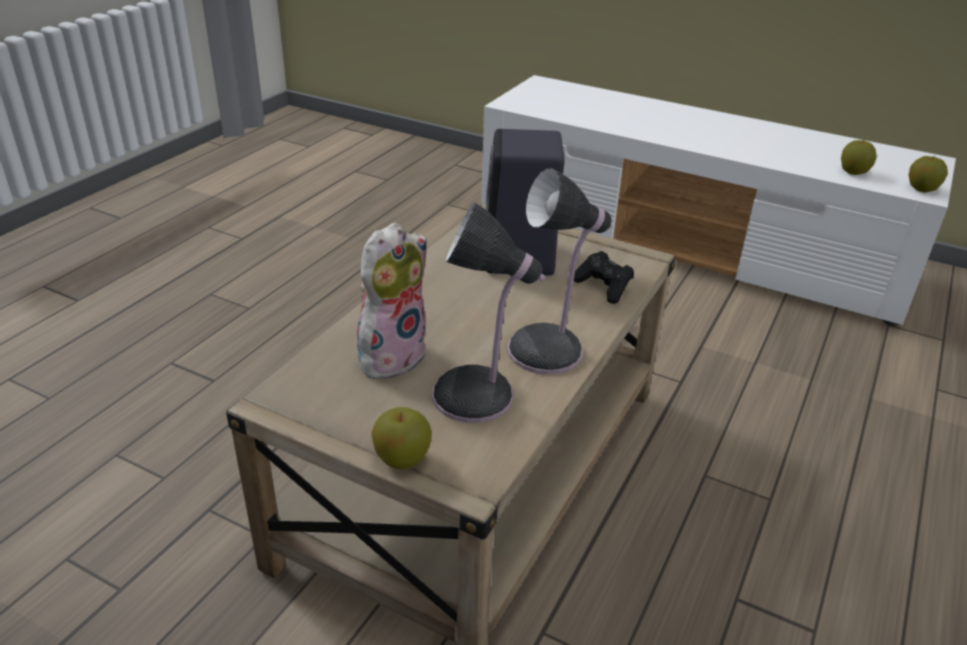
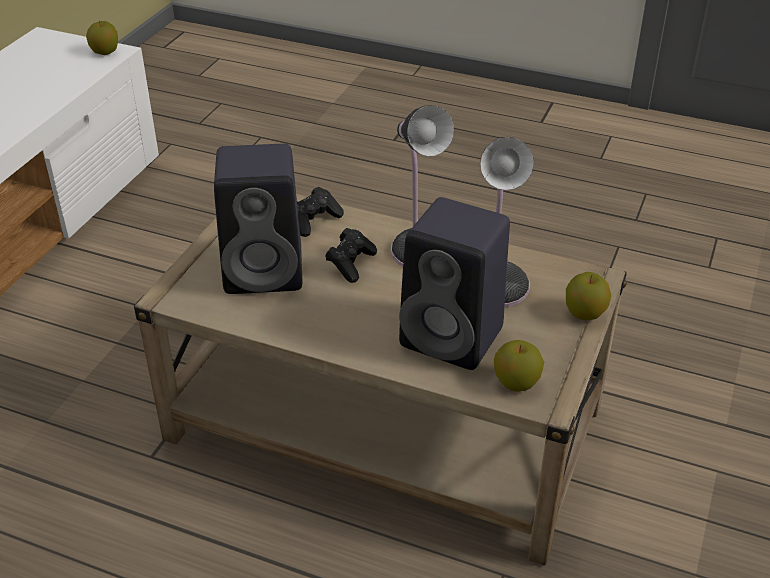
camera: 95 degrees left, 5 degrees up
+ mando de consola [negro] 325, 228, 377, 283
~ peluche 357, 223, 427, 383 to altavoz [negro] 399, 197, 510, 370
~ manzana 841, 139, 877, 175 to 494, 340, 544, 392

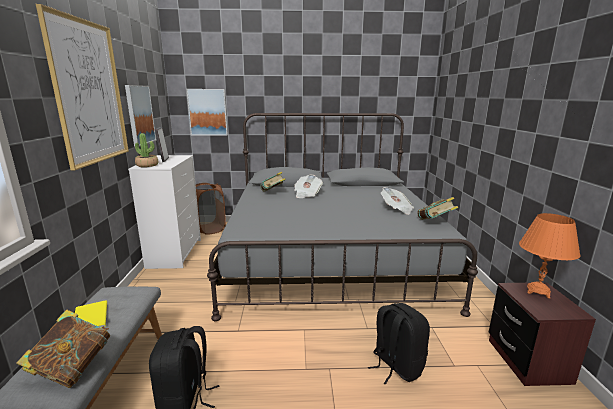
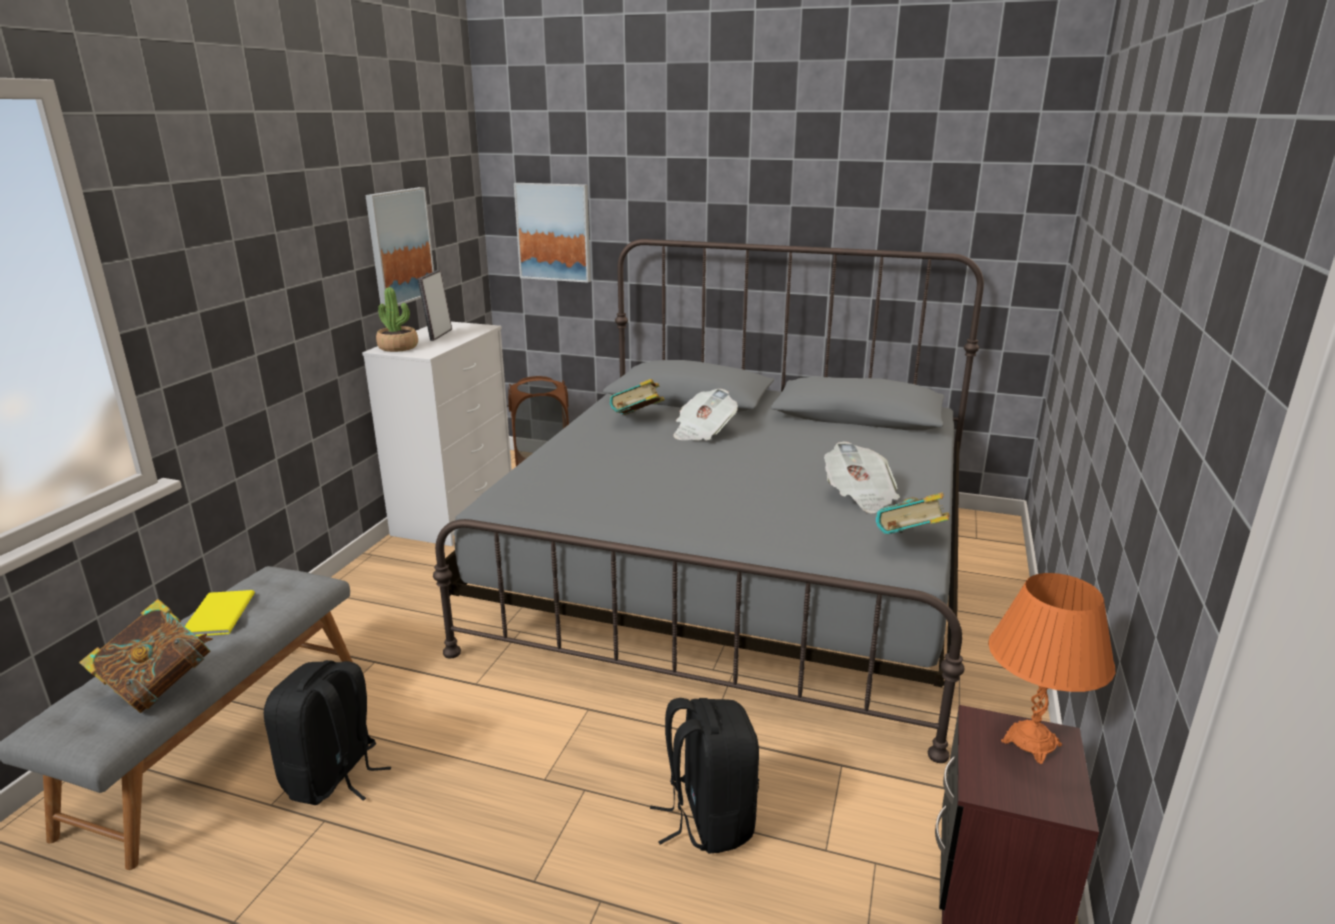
camera: 20 degrees right, 5 degrees up
- cuadro 36, 4, 129, 170

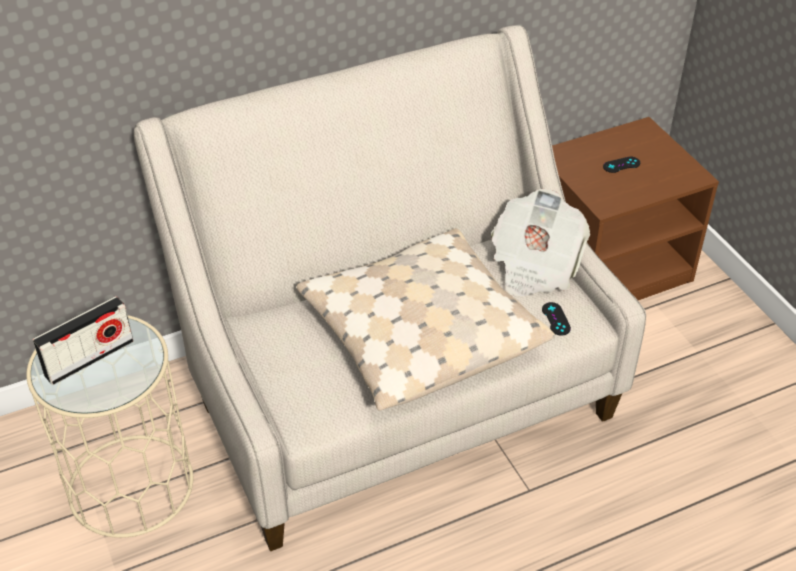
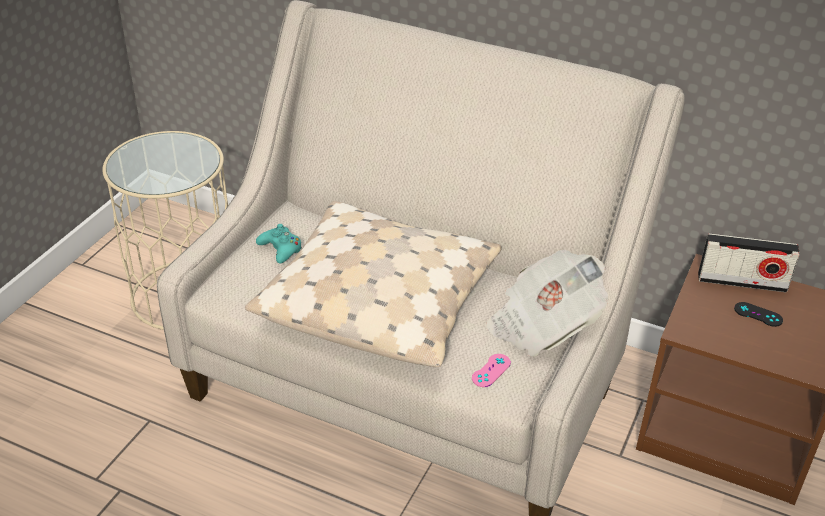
camera: 50 degrees right, 5 degrees down
+ mando de consola [turquesa] 256, 224, 302, 264
~ mando de consola [negro] 542, 302, 571, 336 to mando de consola [rosa] 472, 354, 511, 387
~ radio 33, 296, 134, 385 to 698, 233, 800, 293

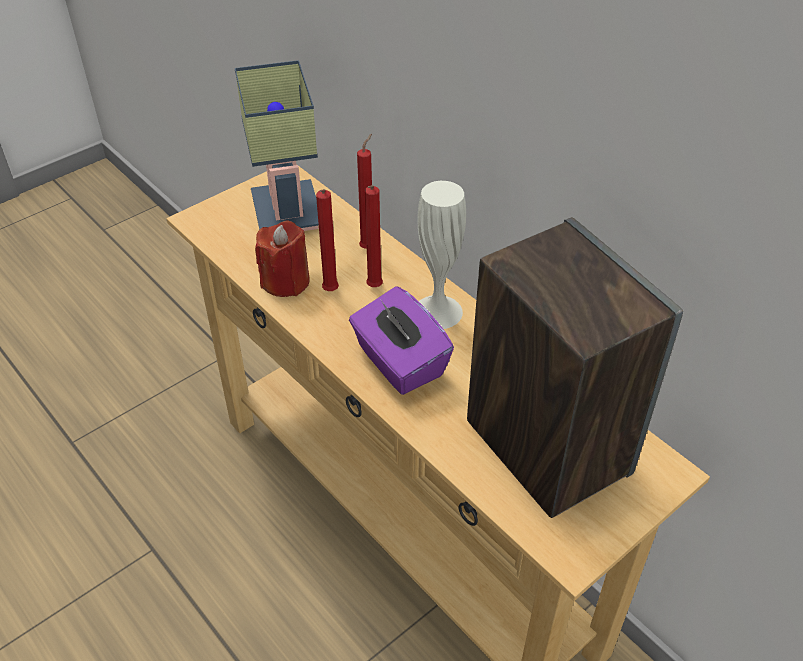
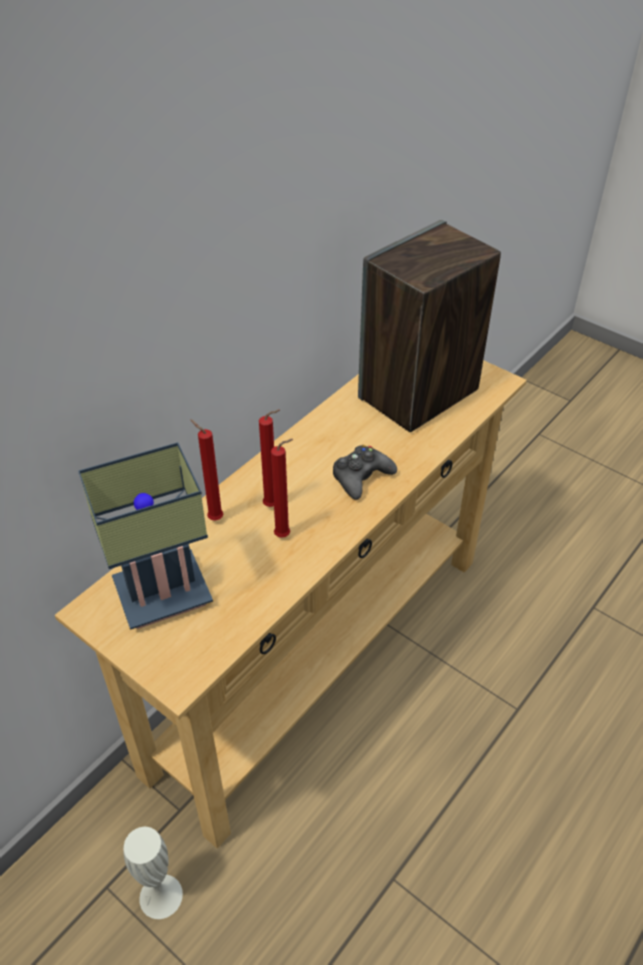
camera: 100 degrees left, 0 degrees up
~ florero [blanco] 417, 181, 466, 329 to 123, 827, 183, 919
~ caja de pañuelos [morado] 349, 286, 454, 395 to mando de consola [negro] 333, 445, 397, 500
- vela [rojo] 255, 220, 310, 297

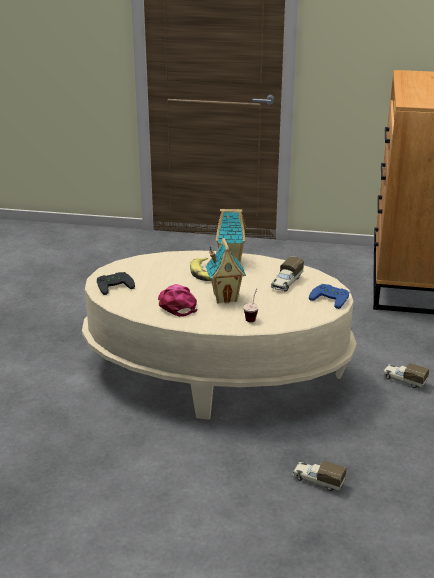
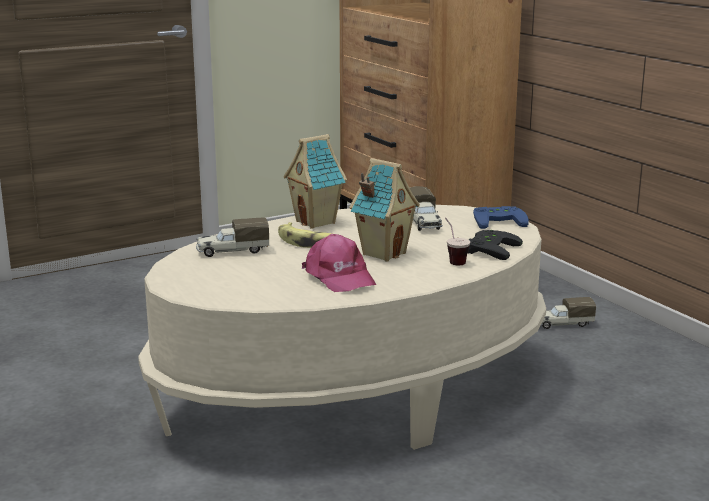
camera: 40 degrees left, 10 degrees down
~ camión de juguete 293, 461, 347, 491 to 196, 217, 269, 257
~ gorra [rosa] 158, 284, 198, 317 = 302, 234, 376, 292 150 degrees counterclockwise
~ mando de consola [negro] 97, 272, 135, 295 to 468, 230, 523, 260

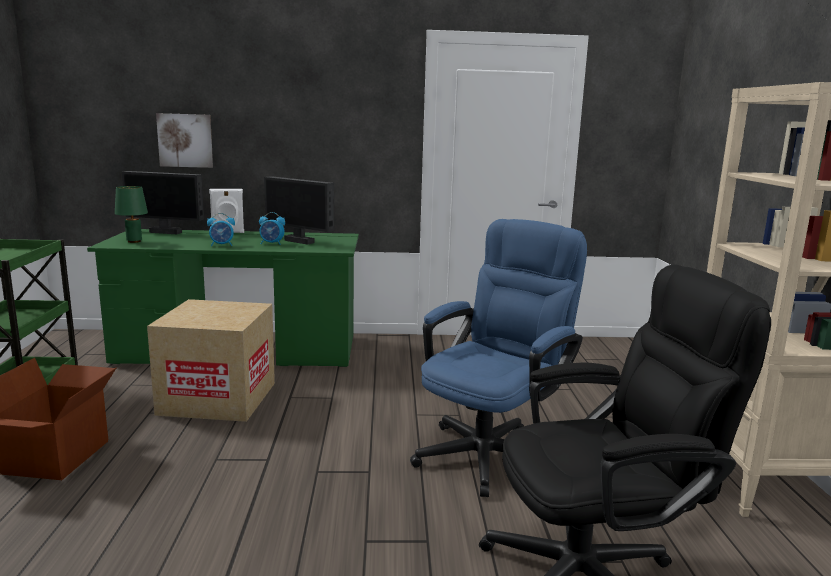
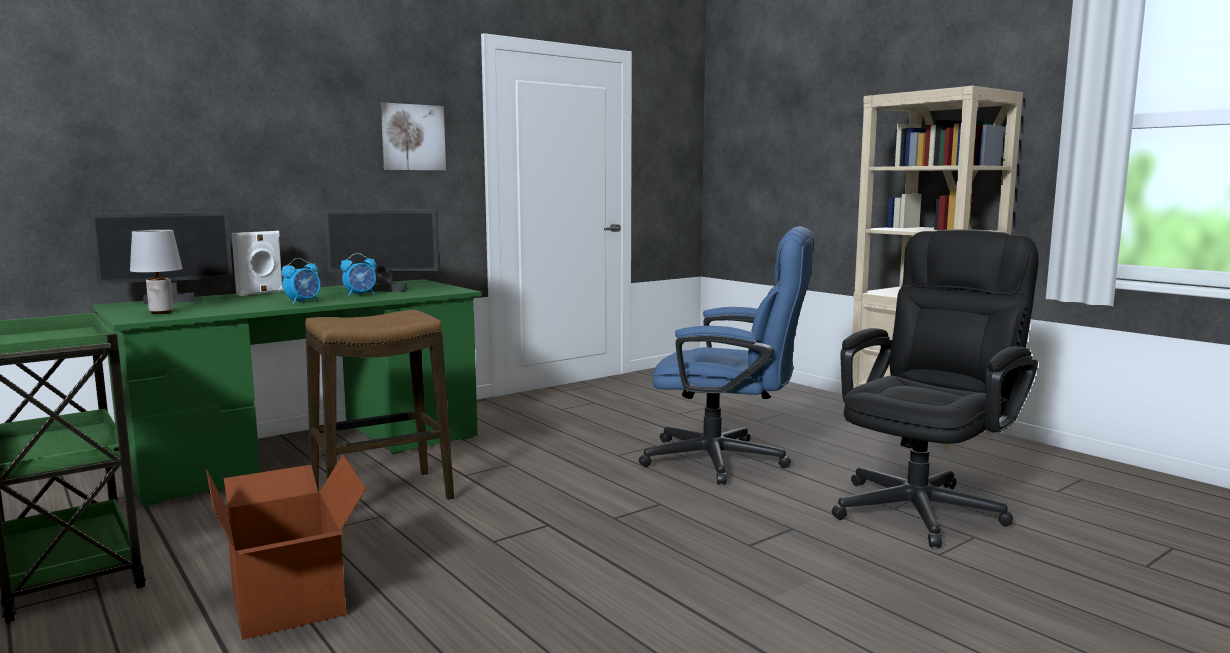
camera: 35 degrees left, 5 degrees down
~ lámpara de mesa [verde] 115, 186, 148, 243 to lámpara de mesa [gris] 130, 230, 182, 314
~ caja de cartón 147, 299, 275, 422 to taburete 305, 310, 454, 500
~ cuadro 156, 113, 213, 168 to 381, 102, 446, 170
~ silla de oficina [azul] 410, 219, 587, 497 = 639, 226, 814, 485 105 degrees clockwise

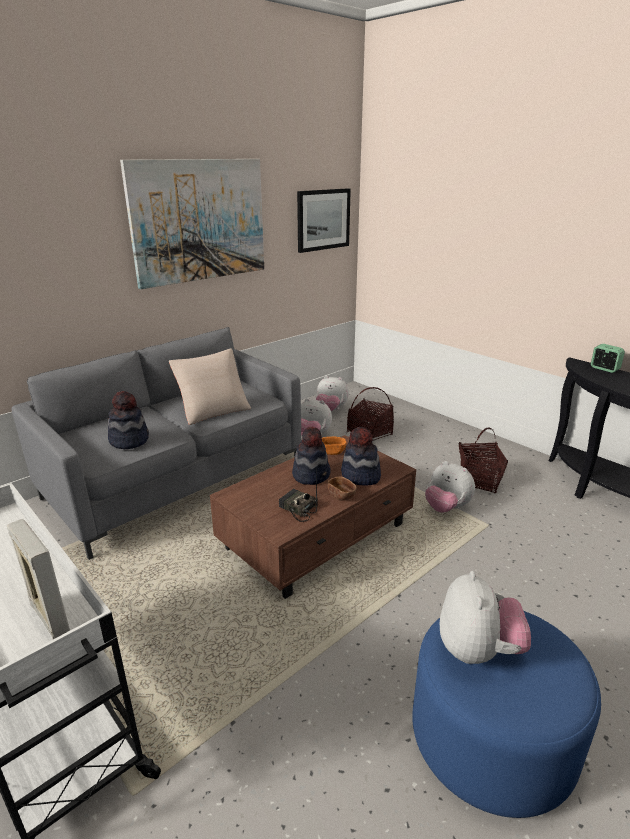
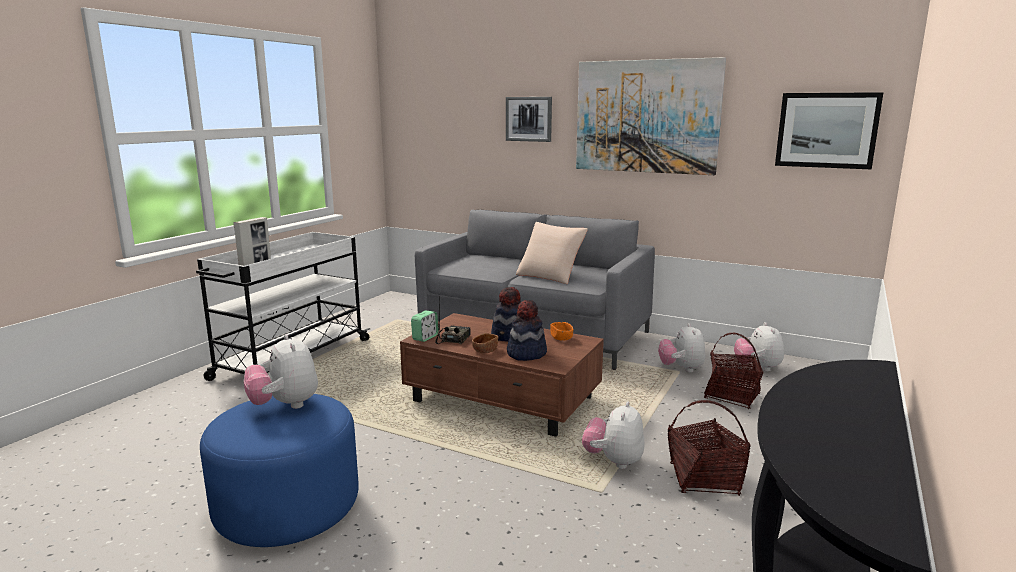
camera: 70 degrees right, 10 degrees down
~ peluche 440, 571, 531, 664 = 244, 334, 318, 409 75 degrees clockwise
~ despertador 591, 344, 625, 373 to 411, 310, 439, 342
+ cuadro 506, 97, 552, 142
- sombrero 108, 391, 149, 449

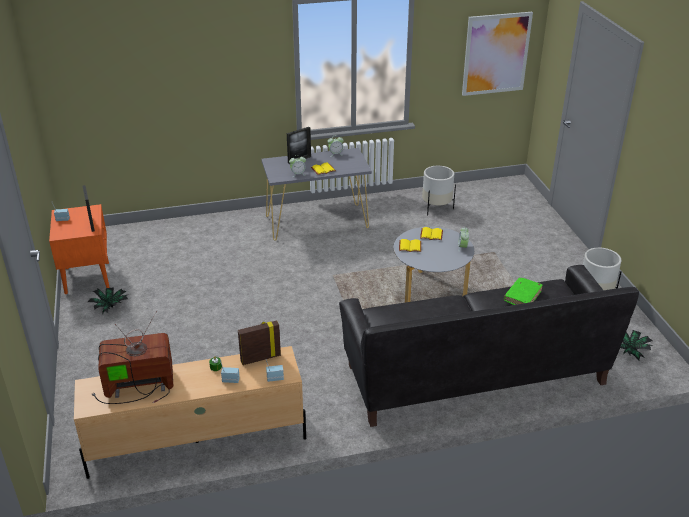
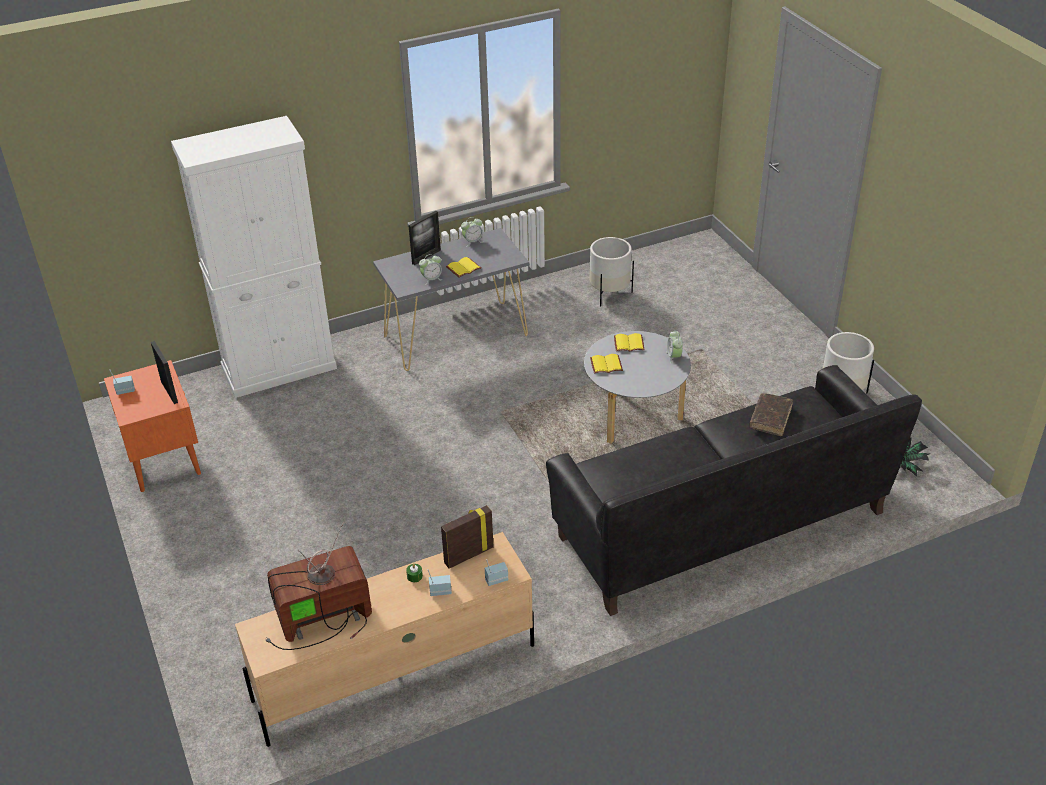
camera: 10 degrees left, 5 degrees up
+ armario [blanco] 171, 116, 337, 398
~ libro [verde] 504, 278, 543, 305 to libro [marrón] 749, 393, 793, 436
- planta en maceta 88, 288, 128, 315
- cuadro 462, 12, 533, 96

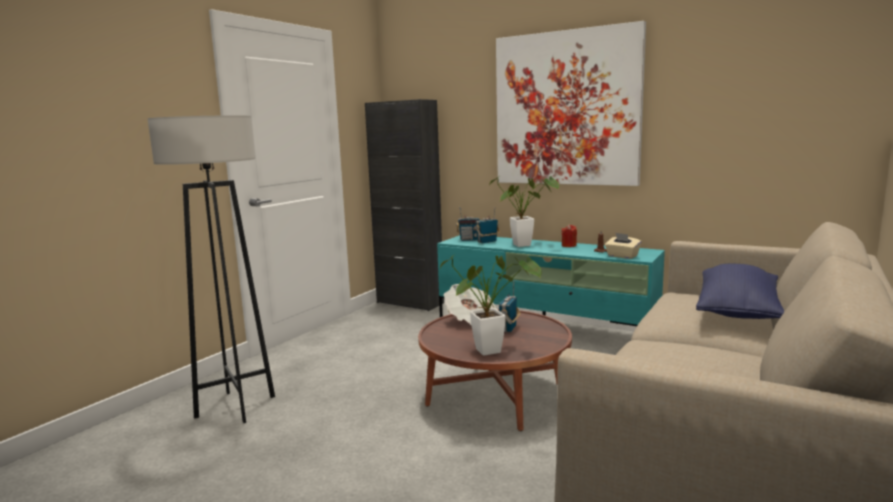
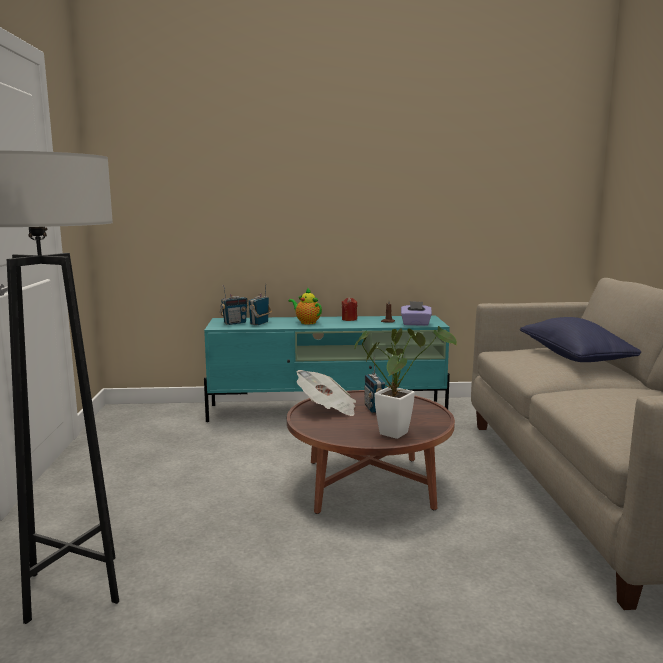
camera: 35 degrees left, 0 degrees up
~ planta en maceta 489, 176, 559, 247 to tetera 288, 287, 322, 324
~ caja de pañuelos [beis] 605, 233, 641, 259 to caja de pañuelos [morado] 401, 301, 432, 326
- armario [negro] 365, 99, 444, 311
- cuadro 496, 21, 646, 186

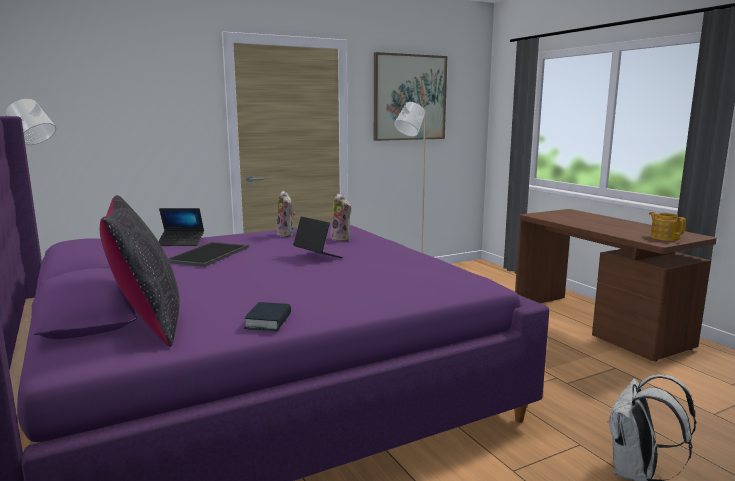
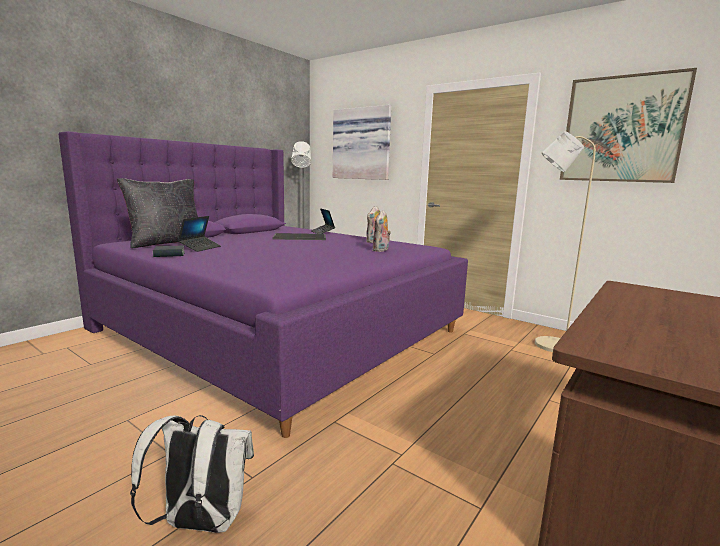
camera: 65 degrees right, 0 degrees up
~ portátil 293, 216, 343, 258 to 178, 216, 221, 252
+ cuadro 333, 105, 391, 180
- tetera 649, 212, 686, 241

